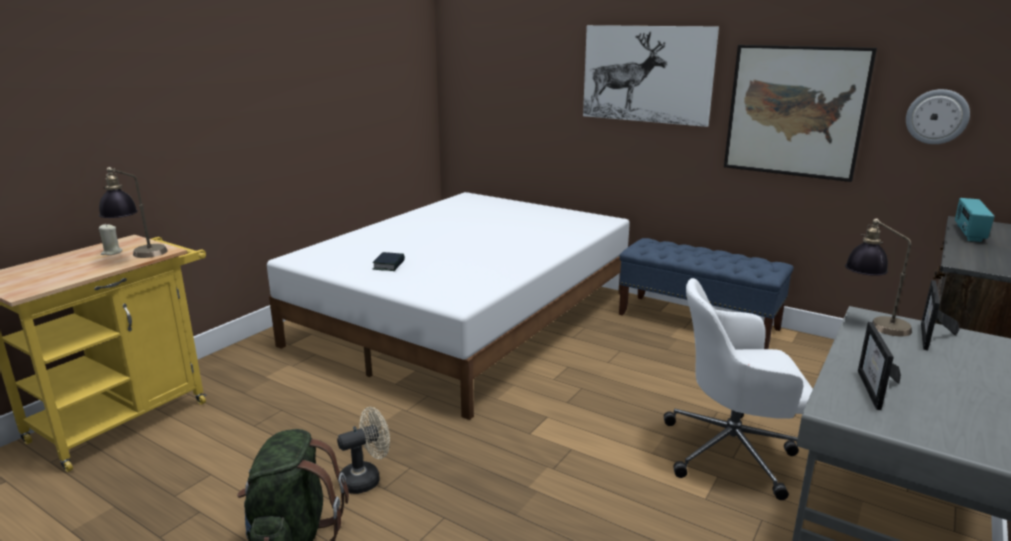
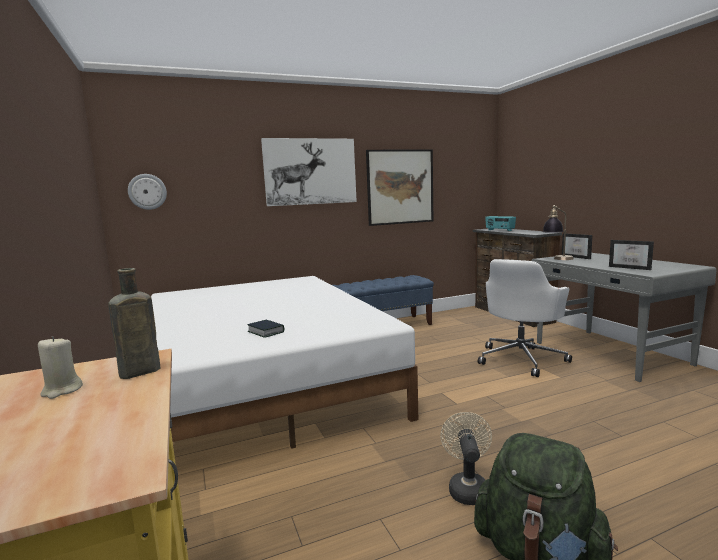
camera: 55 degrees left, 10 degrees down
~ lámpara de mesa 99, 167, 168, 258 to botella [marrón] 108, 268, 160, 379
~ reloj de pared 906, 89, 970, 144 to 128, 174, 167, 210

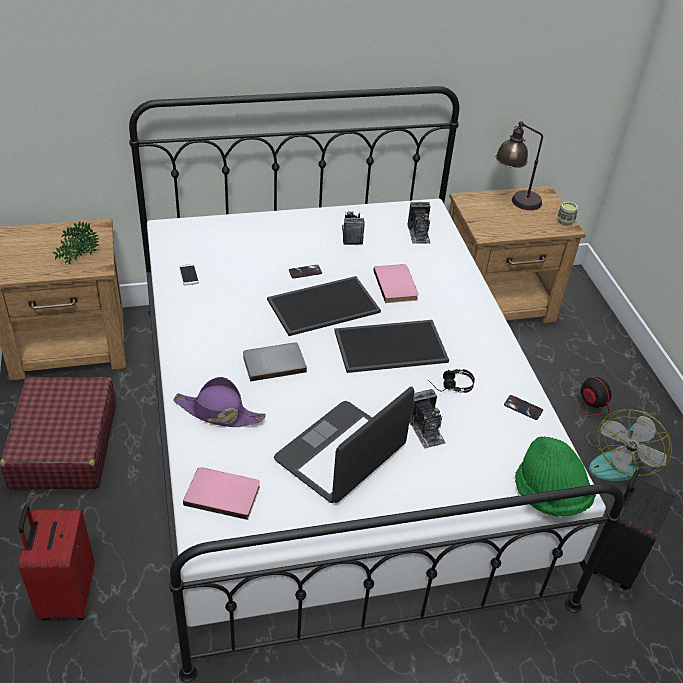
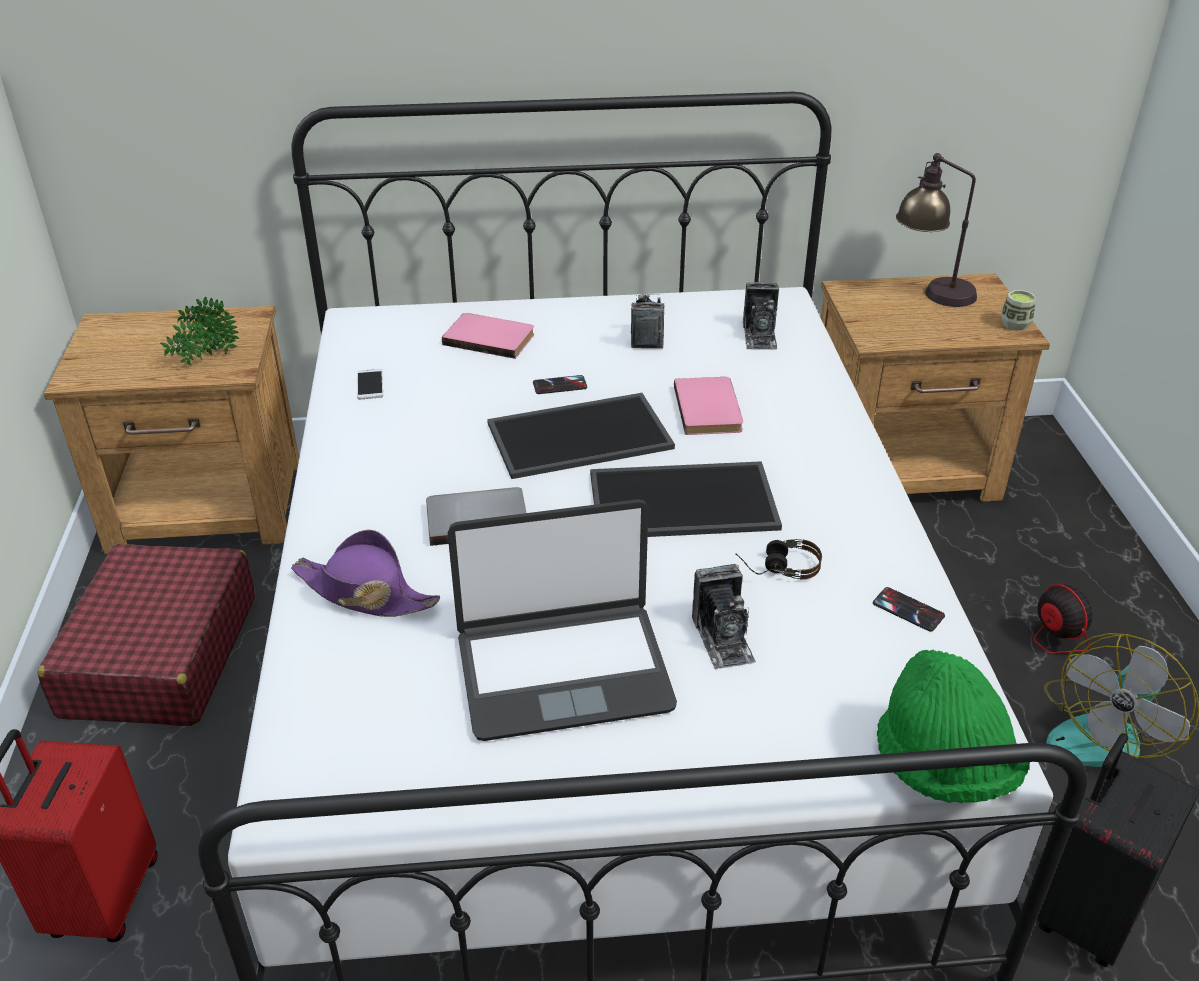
camera: 10 degrees right, 5 degrees down
~ libro [rosa] 183, 467, 260, 520 to 442, 313, 534, 359
~ portátil 274, 386, 414, 503 = 448, 499, 677, 741 150 degrees counterclockwise

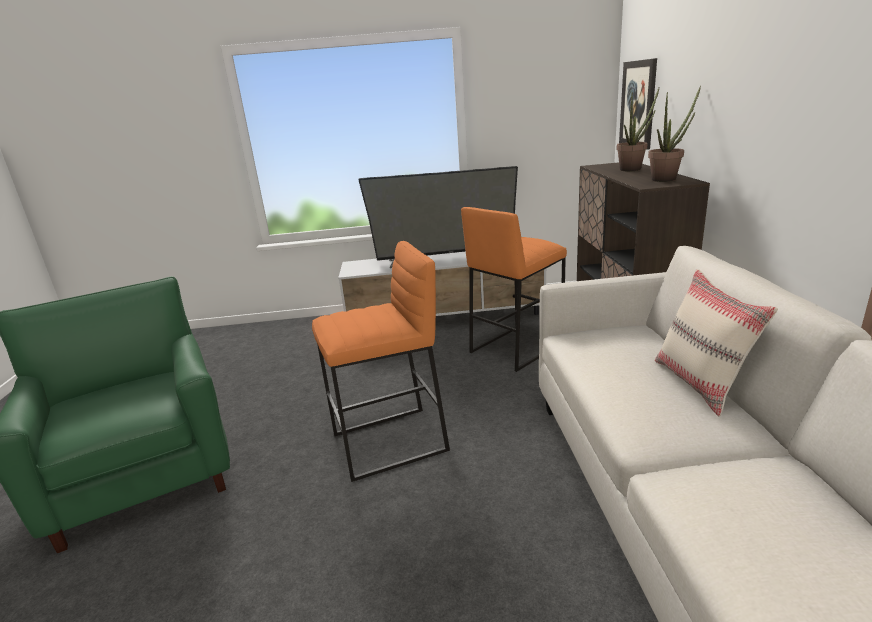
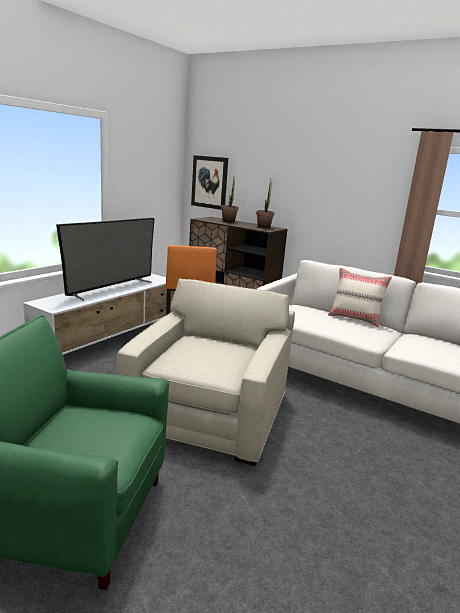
camera: 55 degrees left, 5 degrees down
~ taburete [naranja] 312, 241, 450, 482 to sillón [beis] 117, 279, 295, 466

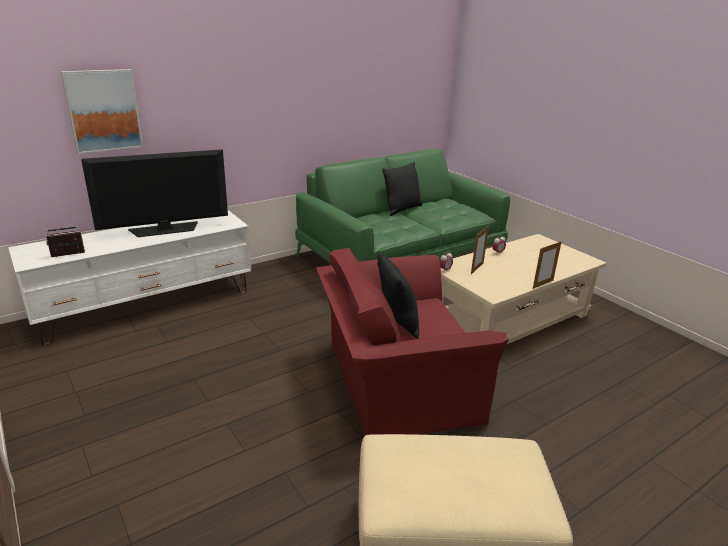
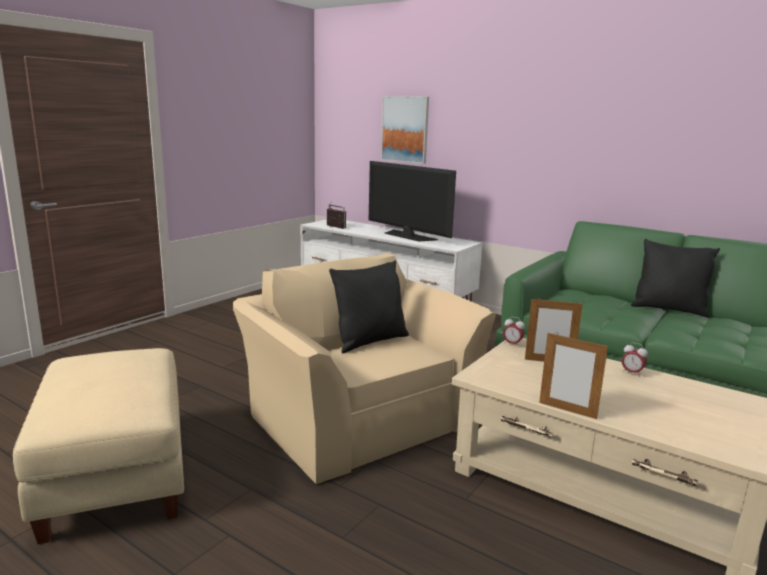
camera: 70 degrees right, 10 degrees down
~ sillón [rojo] 316, 248, 509, 435 to sillón [beis] 233, 253, 496, 484

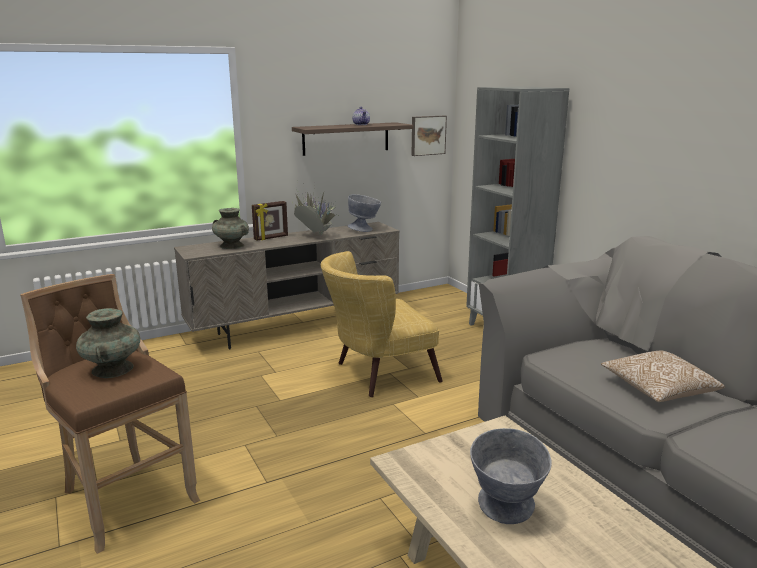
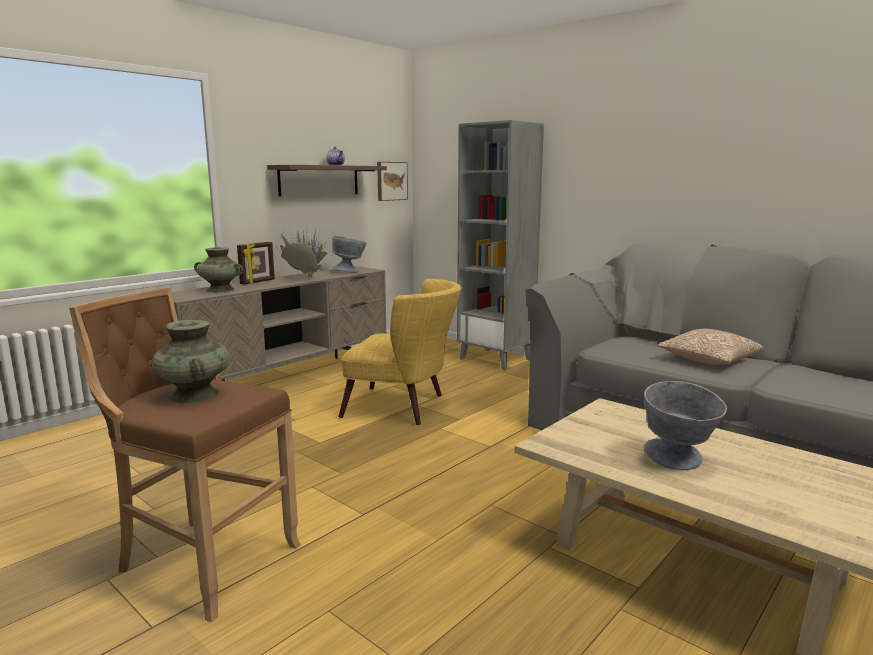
camera: 20 degrees left, 5 degrees down
~ sillón [amarillo] 321, 251, 443, 397 = 338, 279, 462, 425 120 degrees counterclockwise

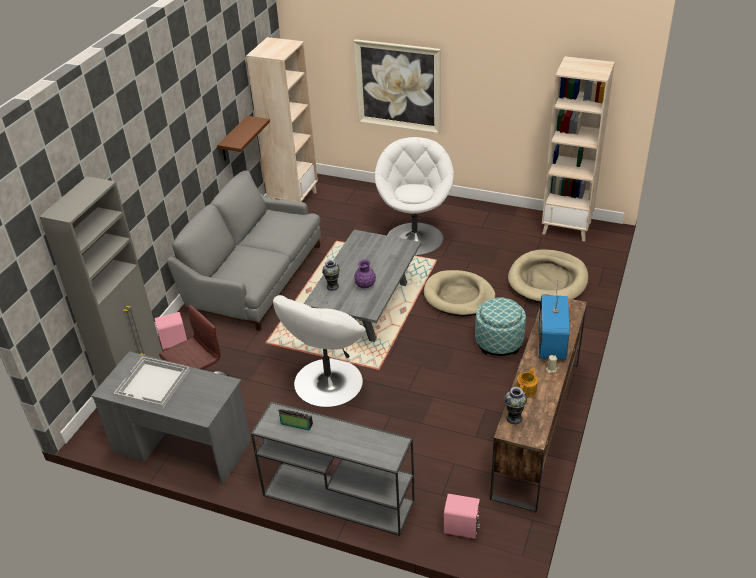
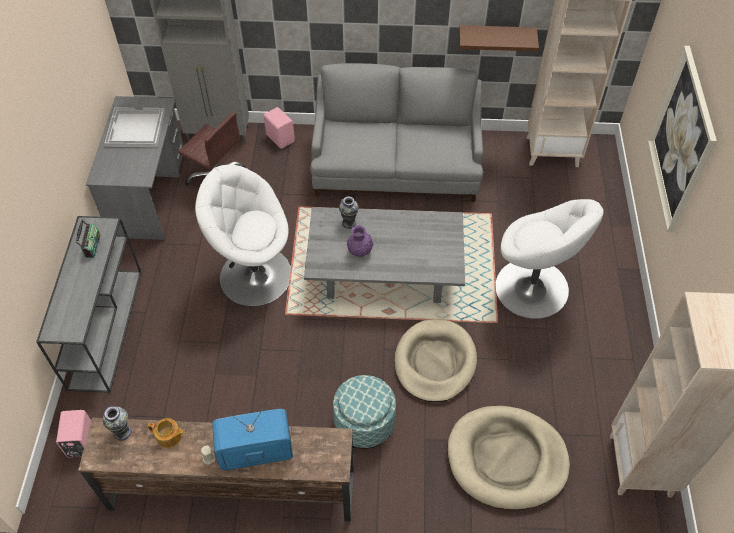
camera: 70 degrees right, 15 degrees up
~ sillón [blanco] 375, 137, 454, 255 = 496, 199, 603, 319 60 degrees clockwise

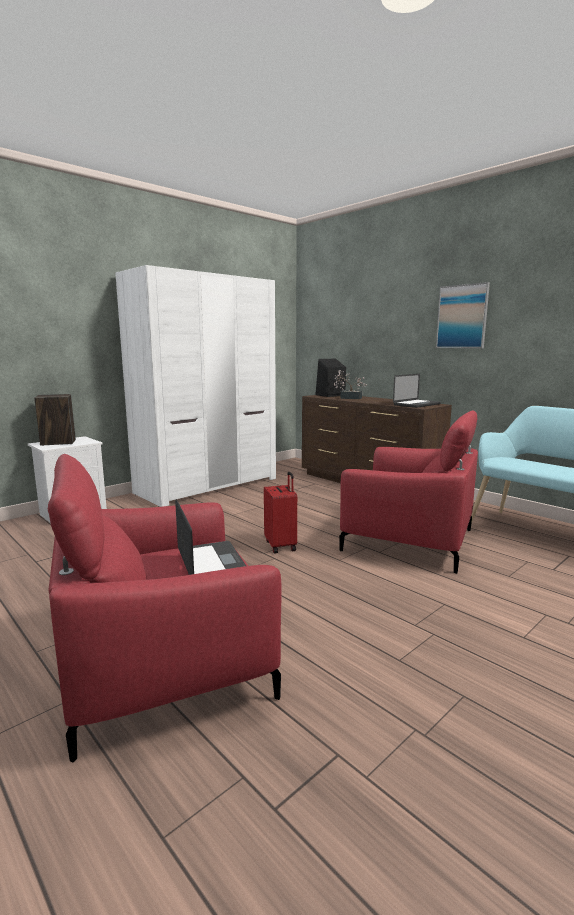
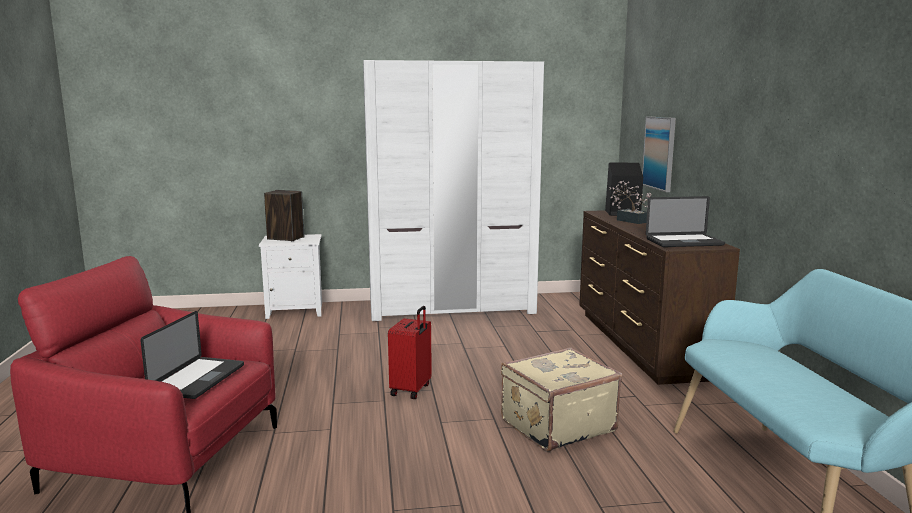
camera: 35 degrees right, 0 degrees up
~ sillón [rojo] 339, 411, 478, 574 to maleta [beis] 501, 347, 622, 452
~ cuadro 436, 282, 490, 348 to 642, 117, 676, 192

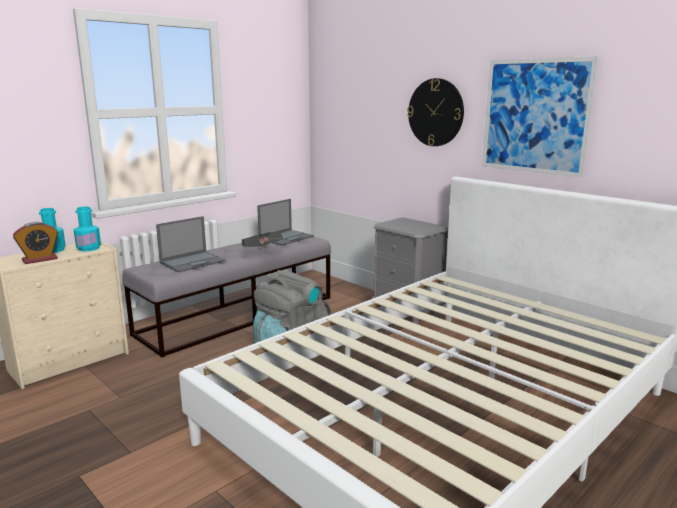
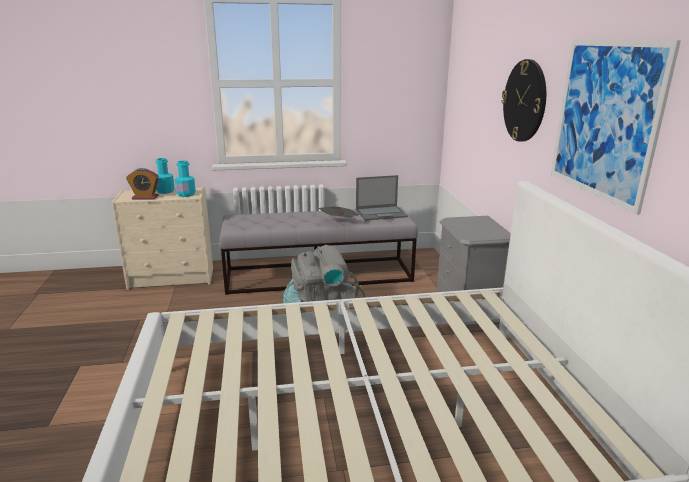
camera: 35 degrees right, 5 degrees up
- portátil 156, 216, 225, 272

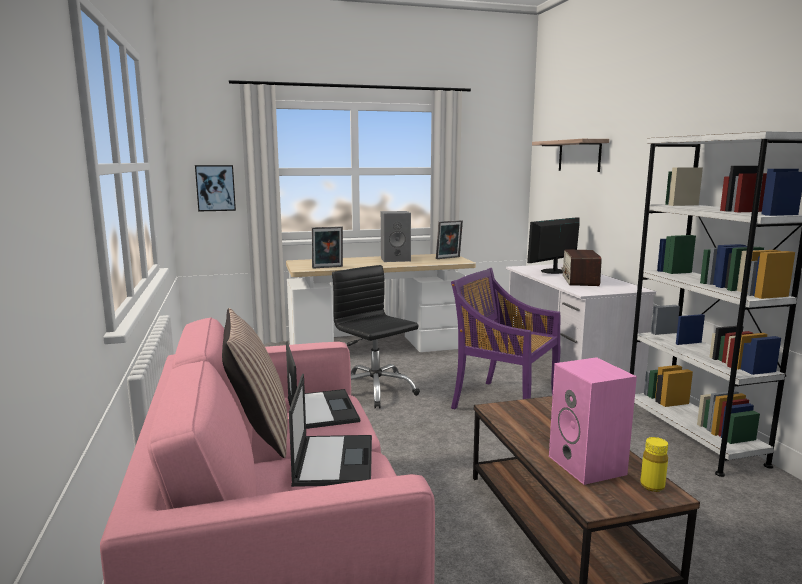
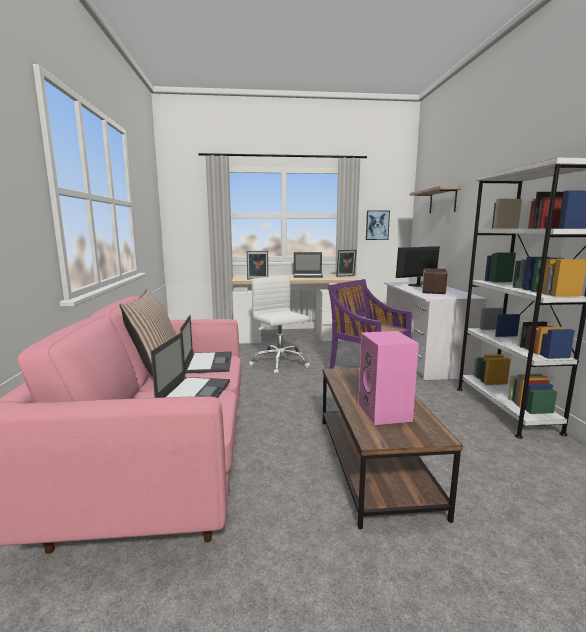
camera: 10 degrees right, 0 degrees up
~ silla de oficina [negro] 332, 265, 420, 409 to silla de oficina [blanco] 249, 276, 310, 374
~ altavoz [gris] 381, 211, 411, 262 to portátil 293, 252, 323, 278
~ cuadro 195, 165, 236, 211 to 366, 210, 390, 240
- botella [amarillo] 640, 437, 668, 492

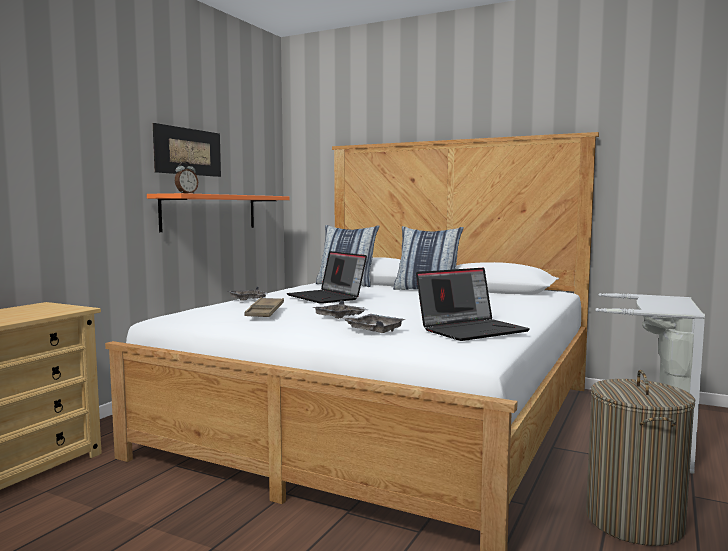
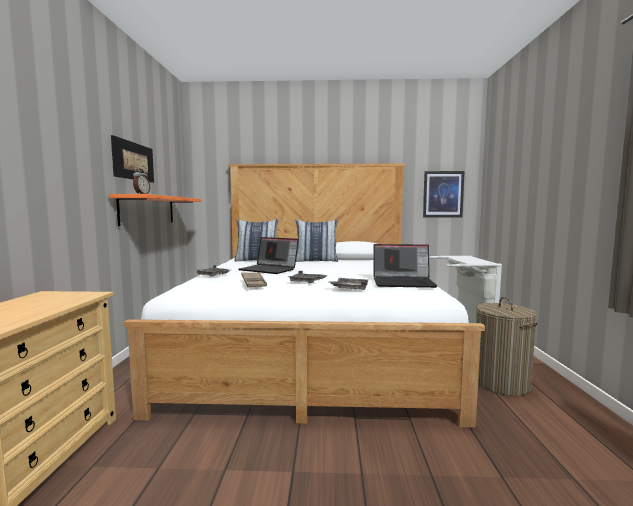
camera: 25 degrees left, 0 degrees up
~ portátil 416, 268, 530, 341 = 374, 244, 437, 288 60 degrees clockwise
+ cuadro 423, 171, 465, 217

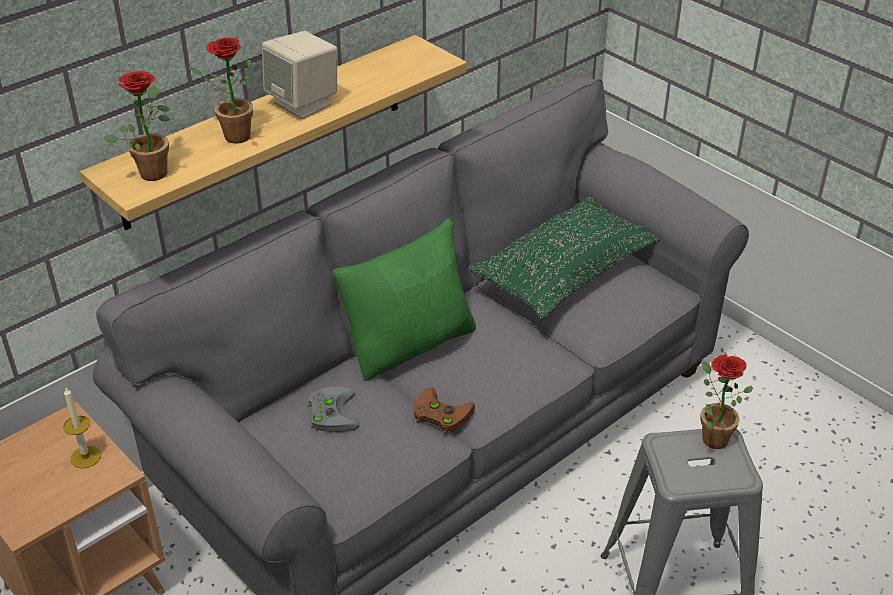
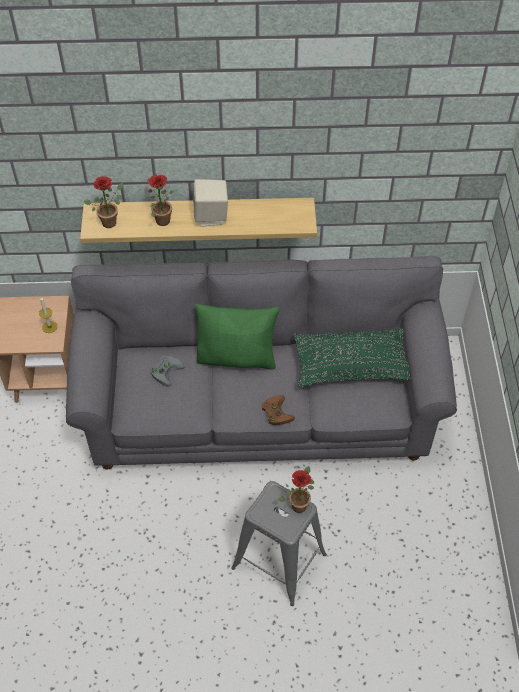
camera: 40 degrees right, 15 degrees up
~ mando de consola [marrón] 413, 387, 475, 434 to 262, 395, 295, 425

